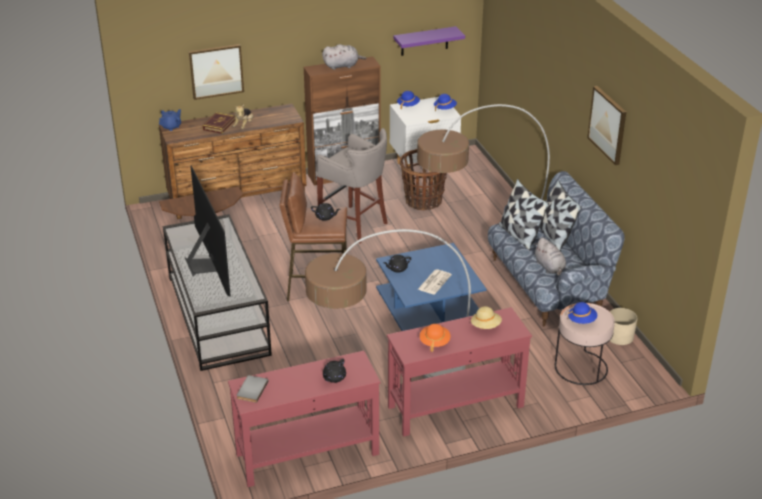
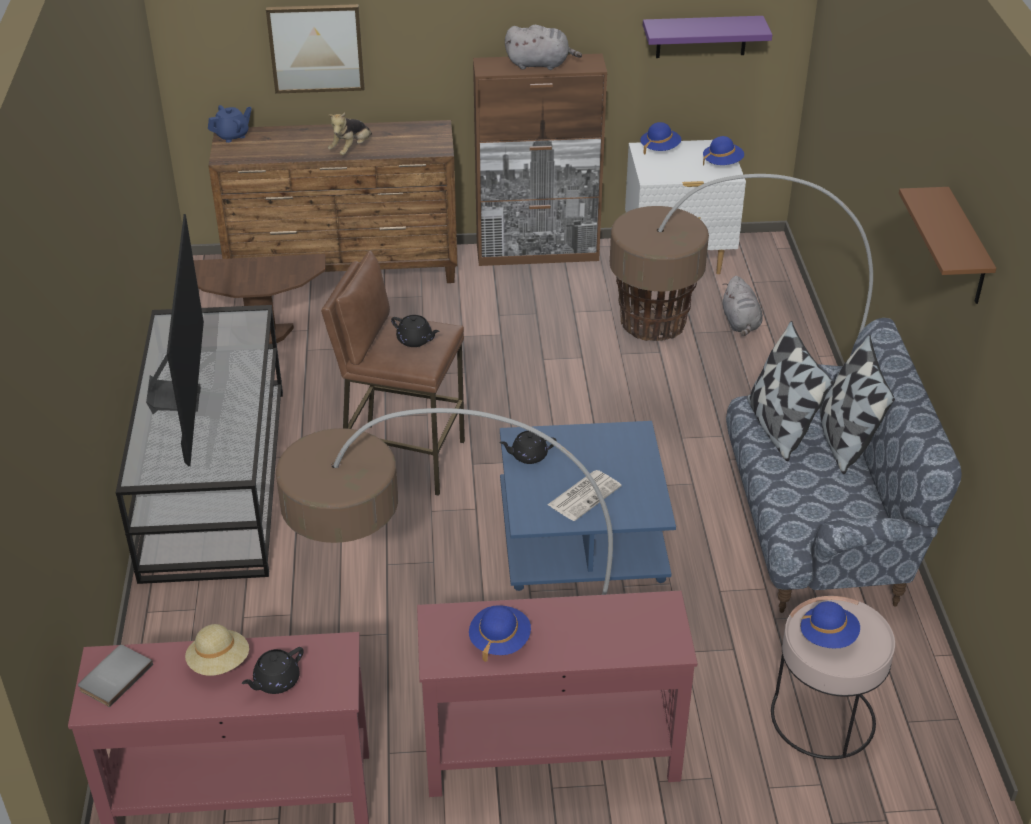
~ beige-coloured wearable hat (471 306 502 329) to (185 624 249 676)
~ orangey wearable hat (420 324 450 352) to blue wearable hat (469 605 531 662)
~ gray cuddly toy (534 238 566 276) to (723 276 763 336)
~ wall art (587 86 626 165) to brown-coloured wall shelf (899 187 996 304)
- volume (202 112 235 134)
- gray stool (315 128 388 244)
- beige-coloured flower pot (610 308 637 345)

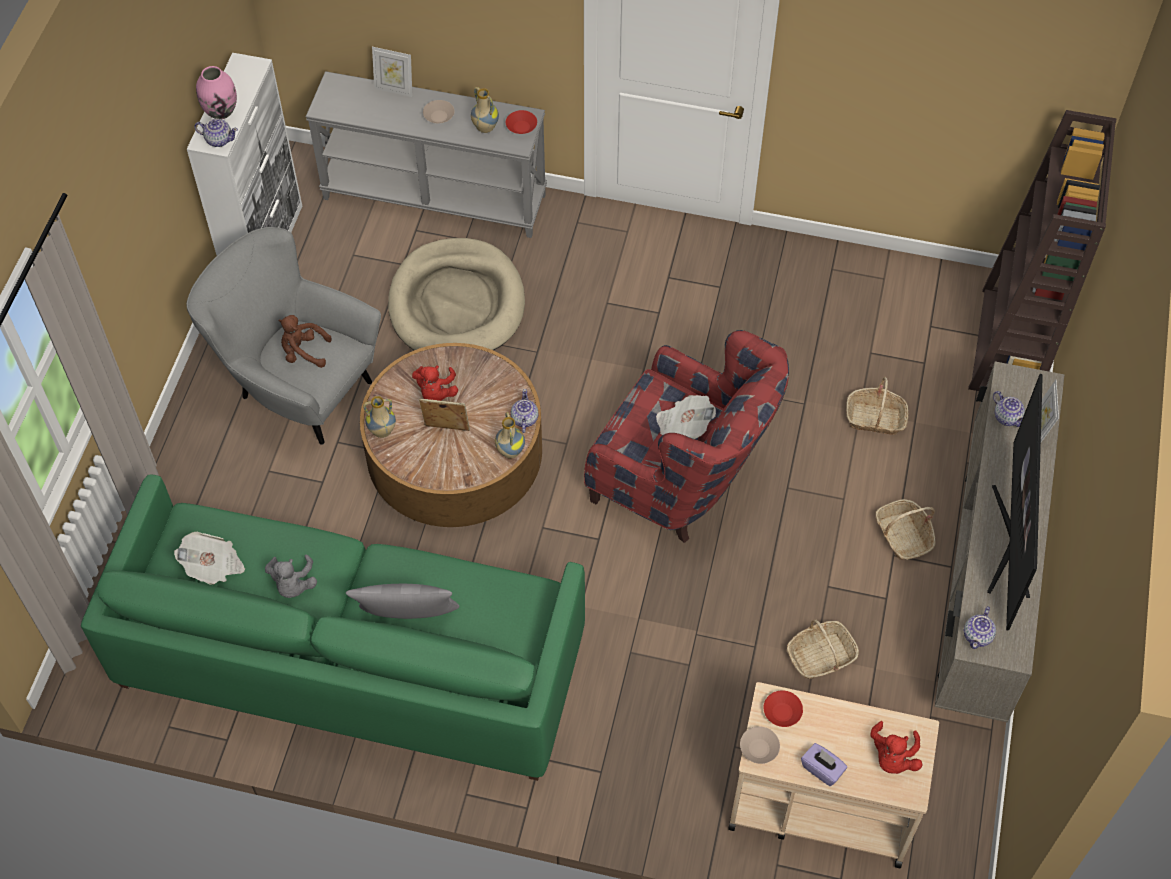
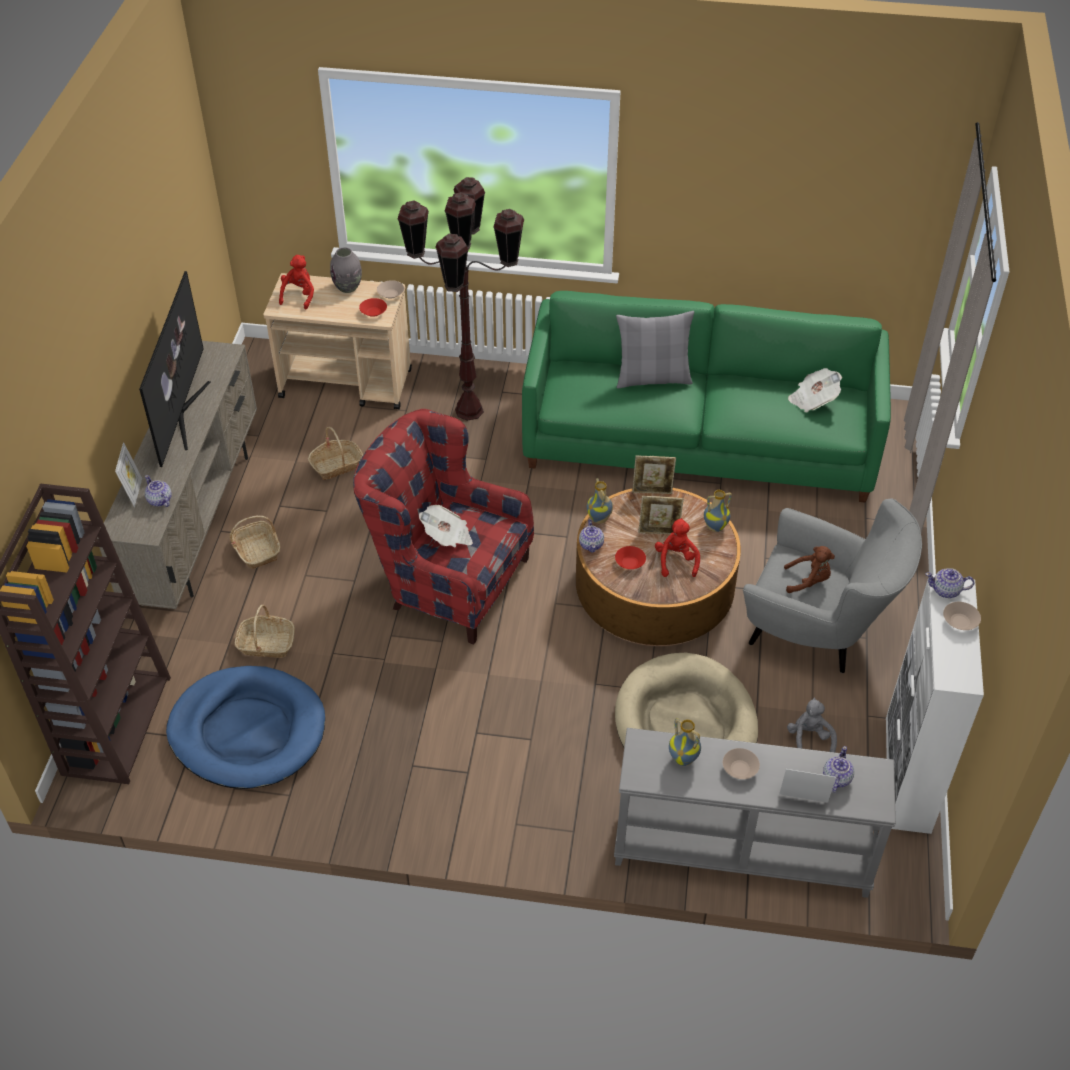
+ blue dog bed (166 666 325 789)
~ purplish tissue holder (801 743 847 786) to gray flower vase (330 247 362 293)
+ brown-coloured standing lamp (398 177 524 421)
~ red-coloured deep dish (506 110 537 134) to (615 546 646 569)
+ picture frame (632 455 676 494)
~ gray cuddly toy (265 554 317 598) to (787 698 837 752)
~ tea pot (964 606 996 649) to (823 746 854 793)
~ pinkish flower vase (196 66 237 119) to beige-coloured deep dish (943 602 981 630)

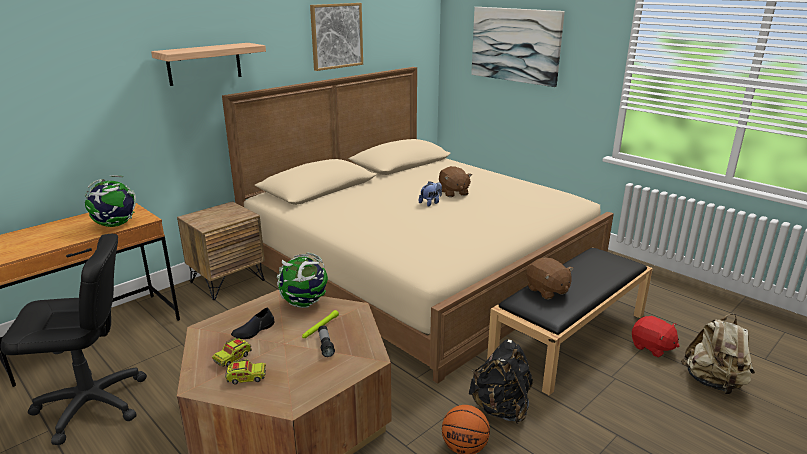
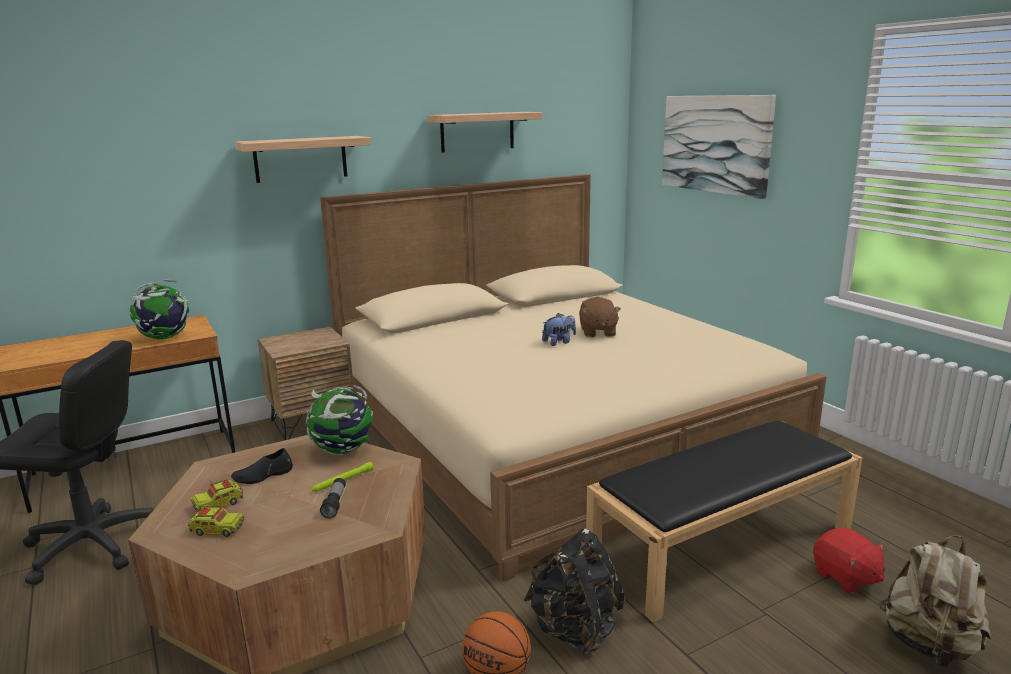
~ wall art (310 3 363 71) to wall shelf (427 112 542 153)
- brown-coloured cuddly toy (526 257 573 300)

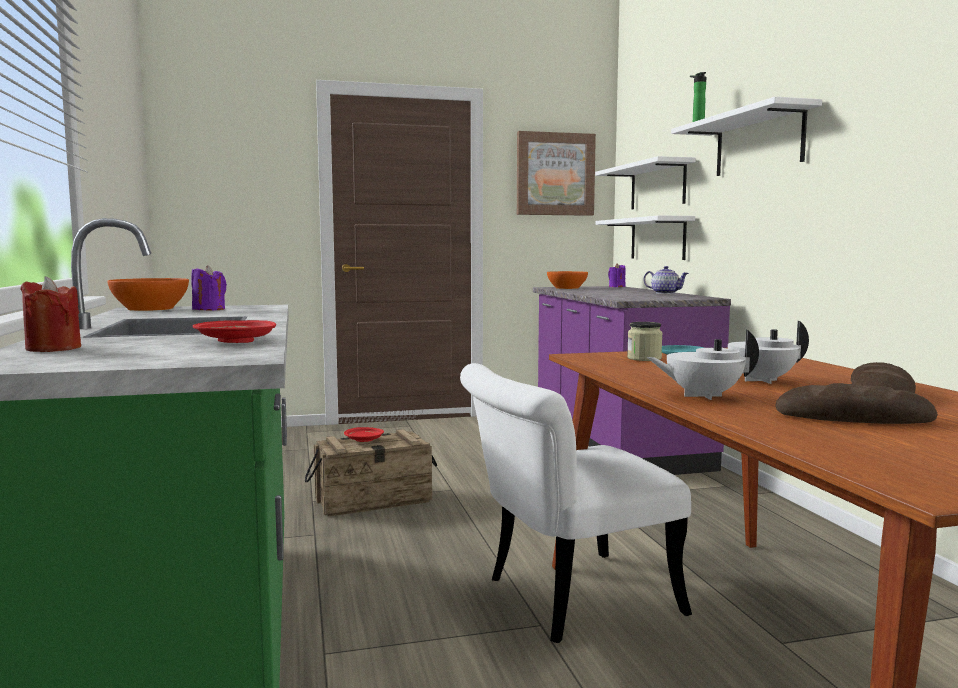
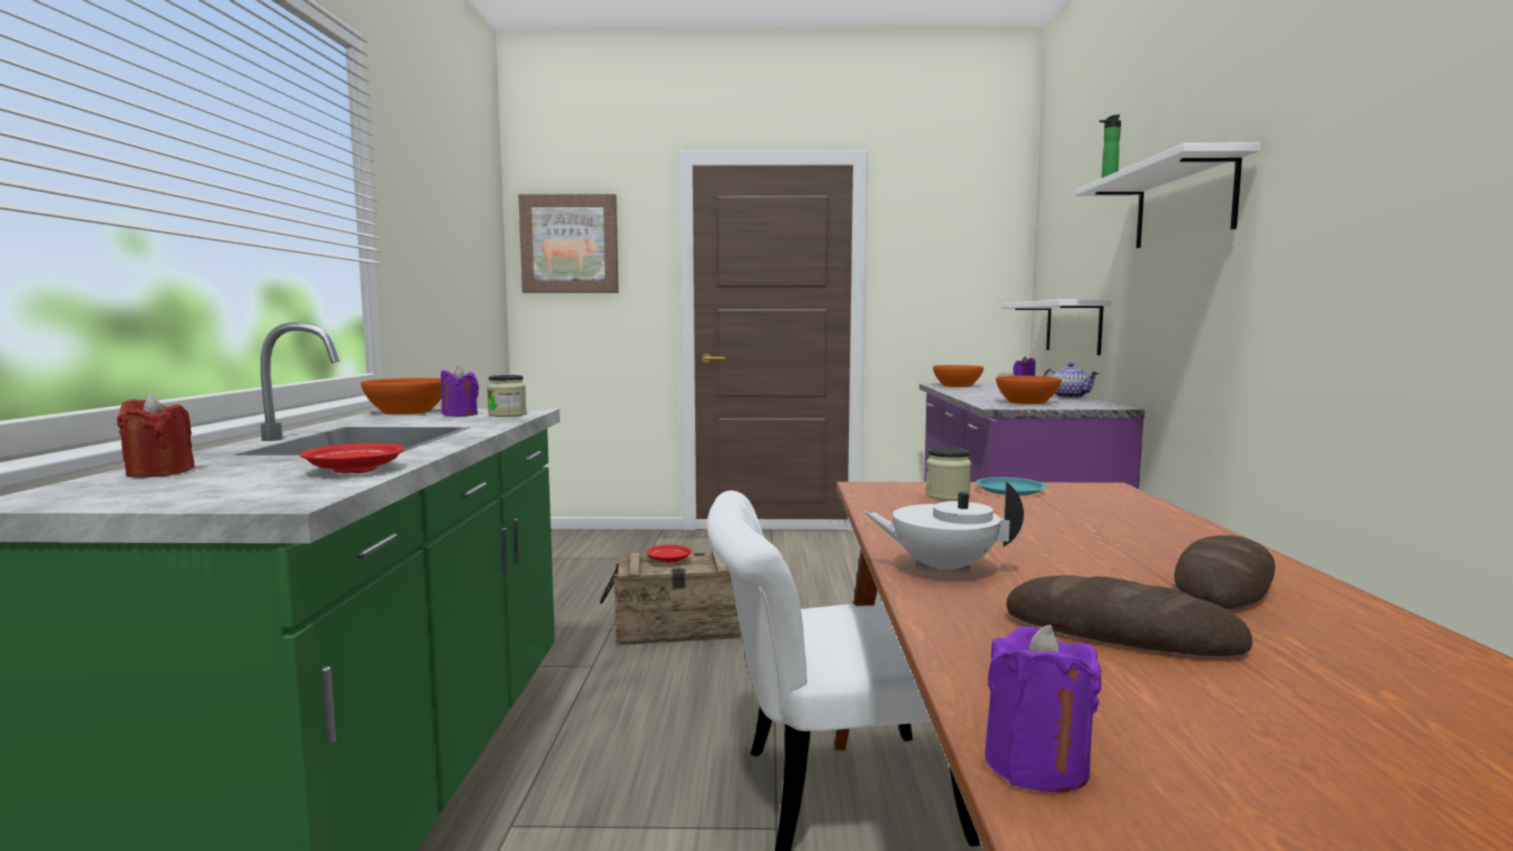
+ jar (487 375 527 417)
~ wall art (517 131 596 216) to (518 194 619 293)
+ purplish wax light (985 625 1102 793)
+ orangey deep dish (996 376 1061 404)
- white-coloured wall shelf (595 156 695 209)
- white-coloured tea pot (713 321 809 384)

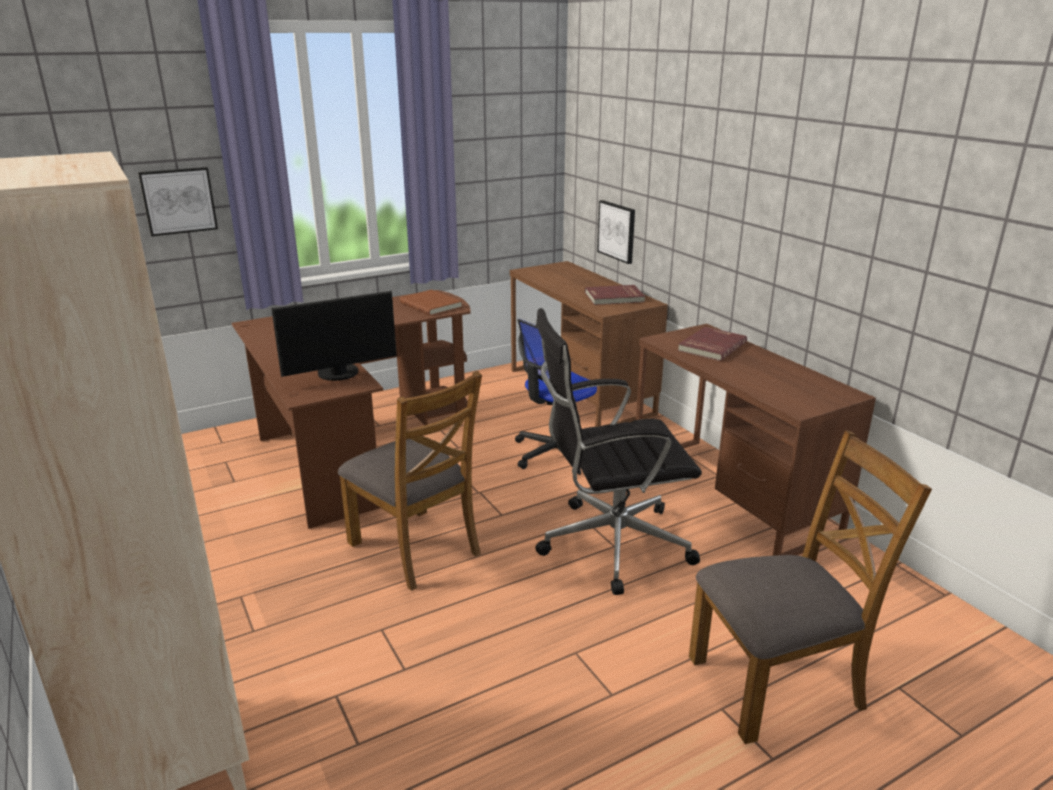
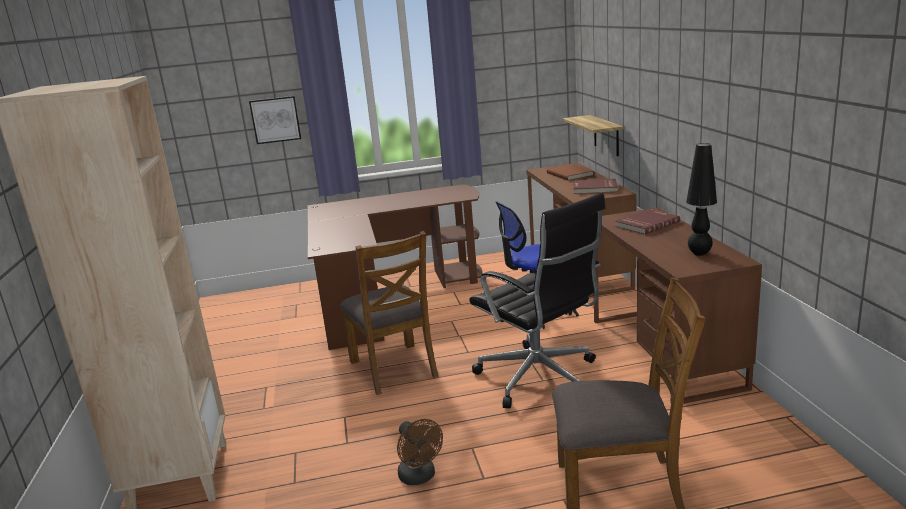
+ brown-coloured cooling fan (397 419 443 485)
~ black desk chair (535 308 702 595) = (470 192 606 408) 135 degrees counterclockwise
~ brown-coloured volume (400 289 462 316) to (547 164 594 181)
~ wall art (597 200 635 264) to wall shelf (563 115 624 156)
+ black lamp for a table (686 143 717 256)
- monitor (271 291 397 381)

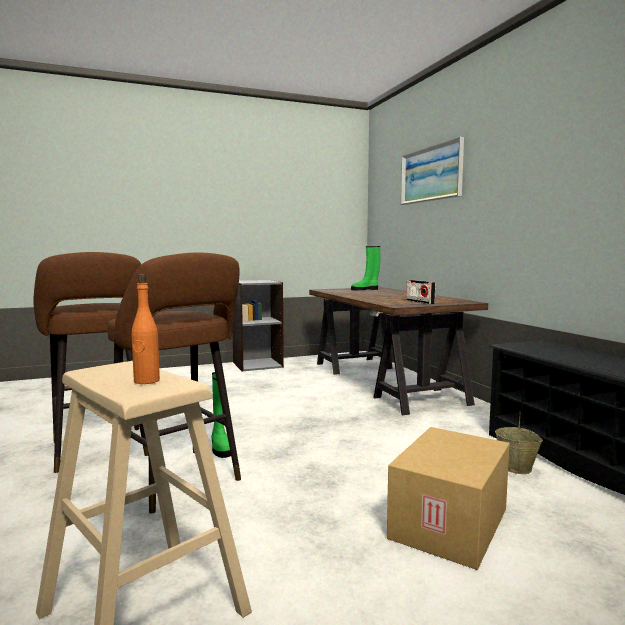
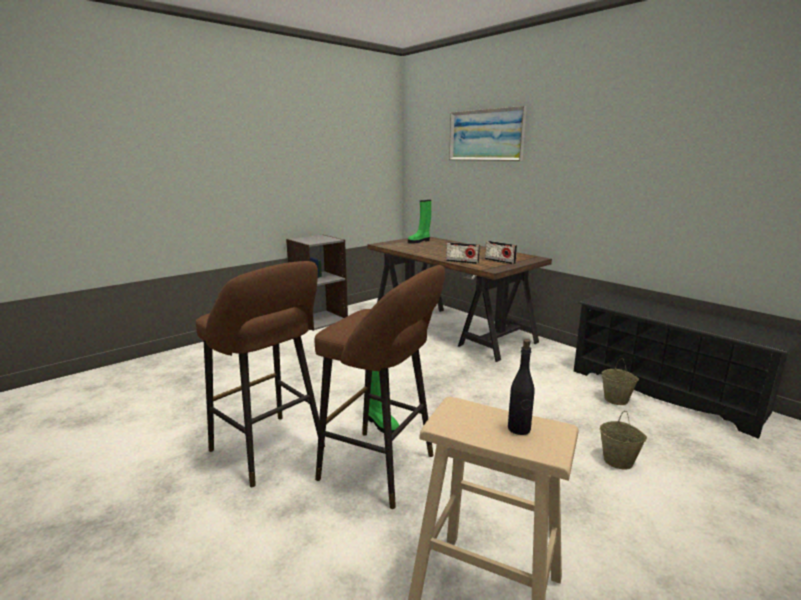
+ radio set (446 242 480 264)
~ orangey drink bottle (132 274 160 384) to black drink bottle (508 339 535 435)
~ packing box (387 427 510 570) to beige-coloured water bucket (600 411 647 470)

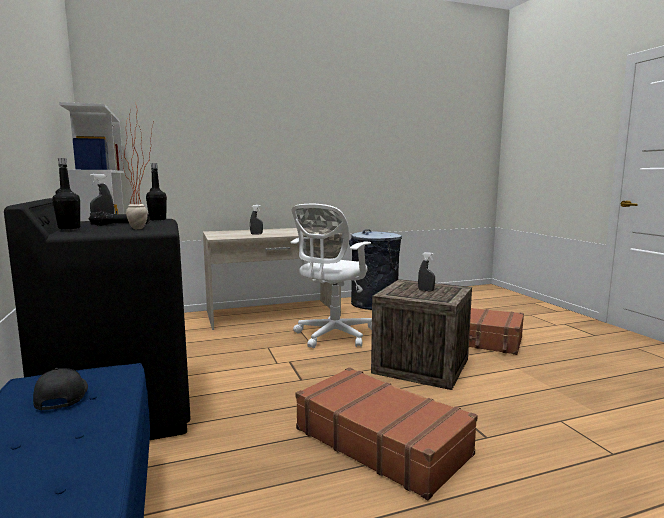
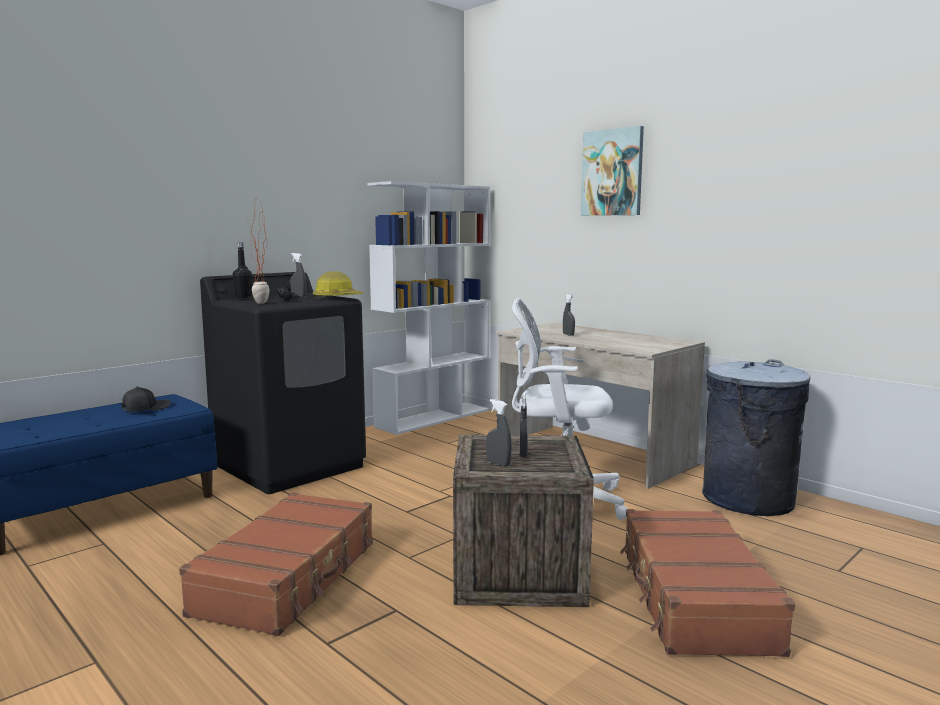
~ black drink bottle (146 163 167 221) to safety helmet (313 271 363 300)
+ gray hand sprayer (486 399 512 467)
+ wall art (581 126 644 216)

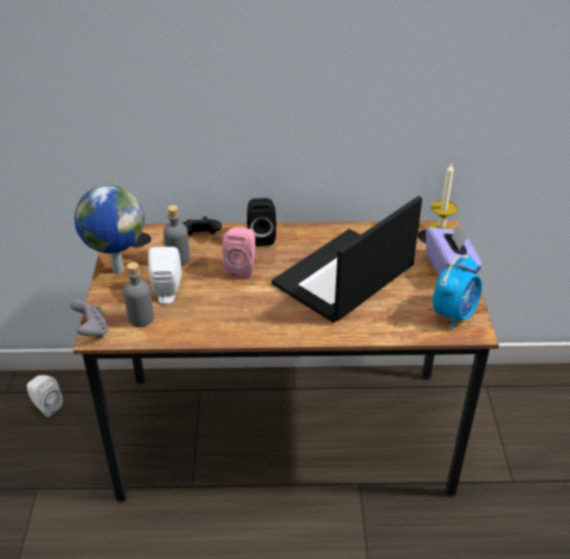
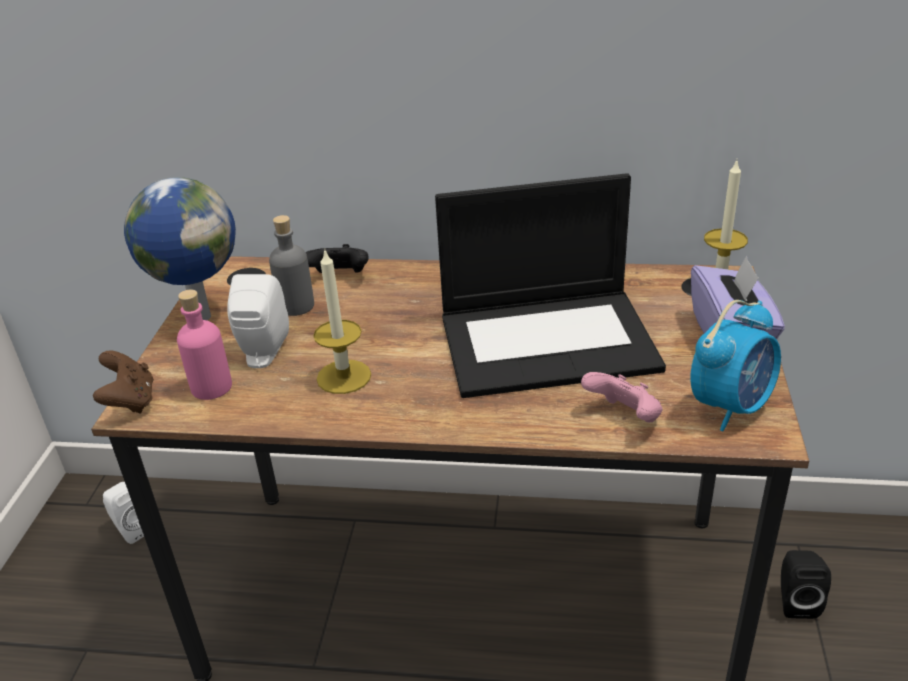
~ gray gamepad (70 300 108 339) to brown-coloured gamepad (93 350 154 413)
~ gray drink bottle (123 262 154 327) to pinkish drink bottle (177 290 232 400)
+ wax light (313 248 371 394)
~ notebook computer (271 196 422 323) = (435 173 666 398) 150 degrees counterclockwise
+ pinkish gamepad (581 372 663 423)
~ black audio speaker (247 198 276 246) to (781 550 831 619)
- pinkish audio speaker (222 227 255 278)

